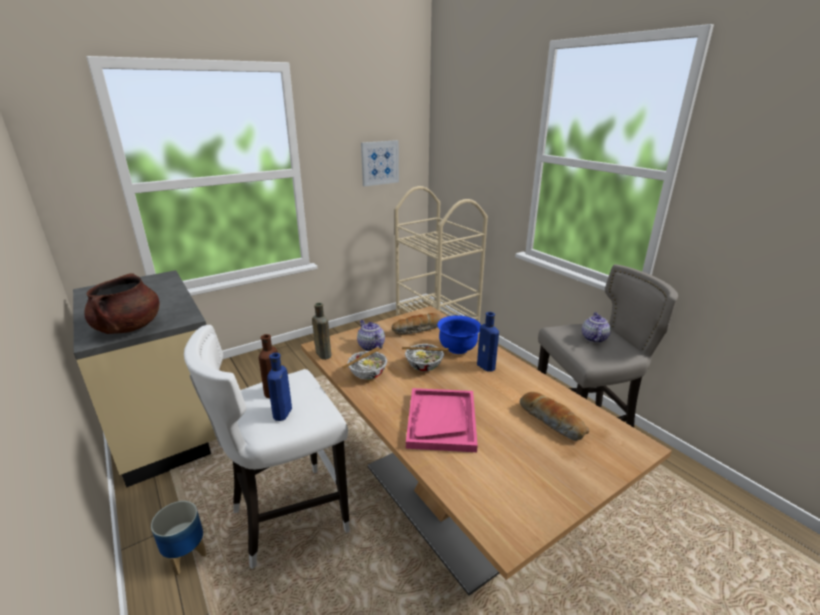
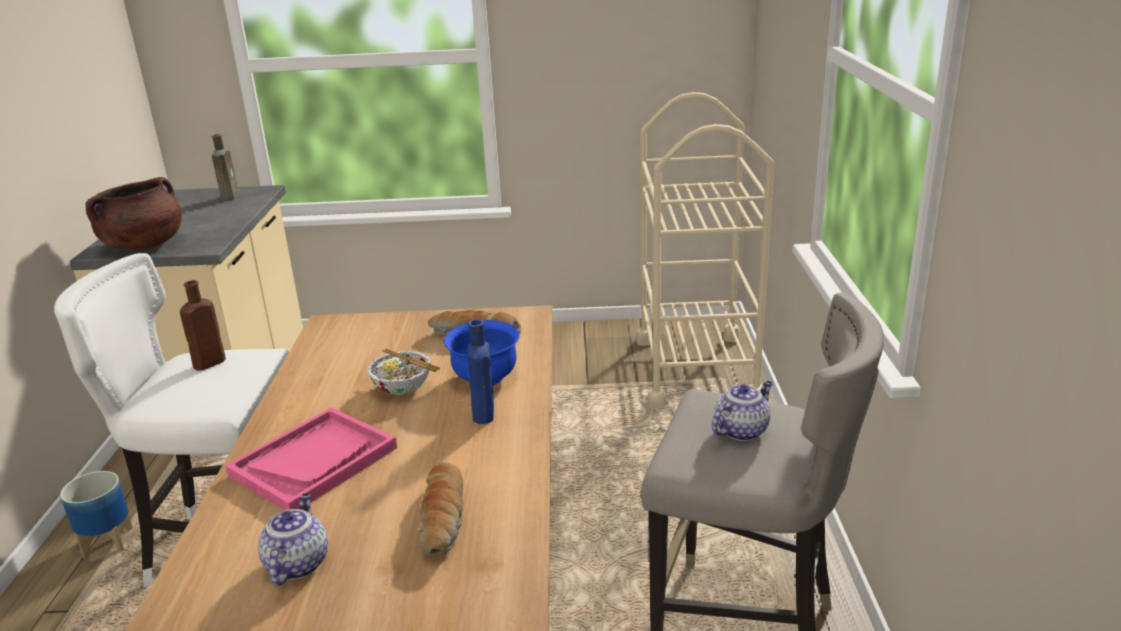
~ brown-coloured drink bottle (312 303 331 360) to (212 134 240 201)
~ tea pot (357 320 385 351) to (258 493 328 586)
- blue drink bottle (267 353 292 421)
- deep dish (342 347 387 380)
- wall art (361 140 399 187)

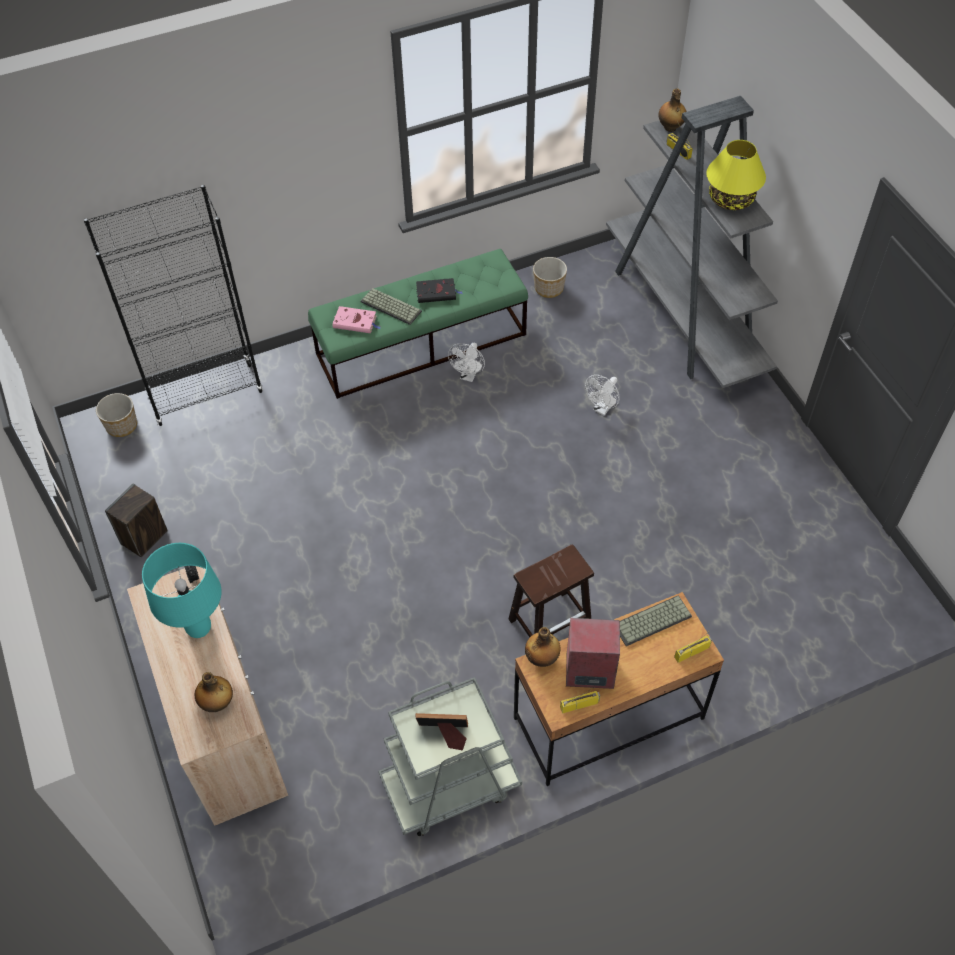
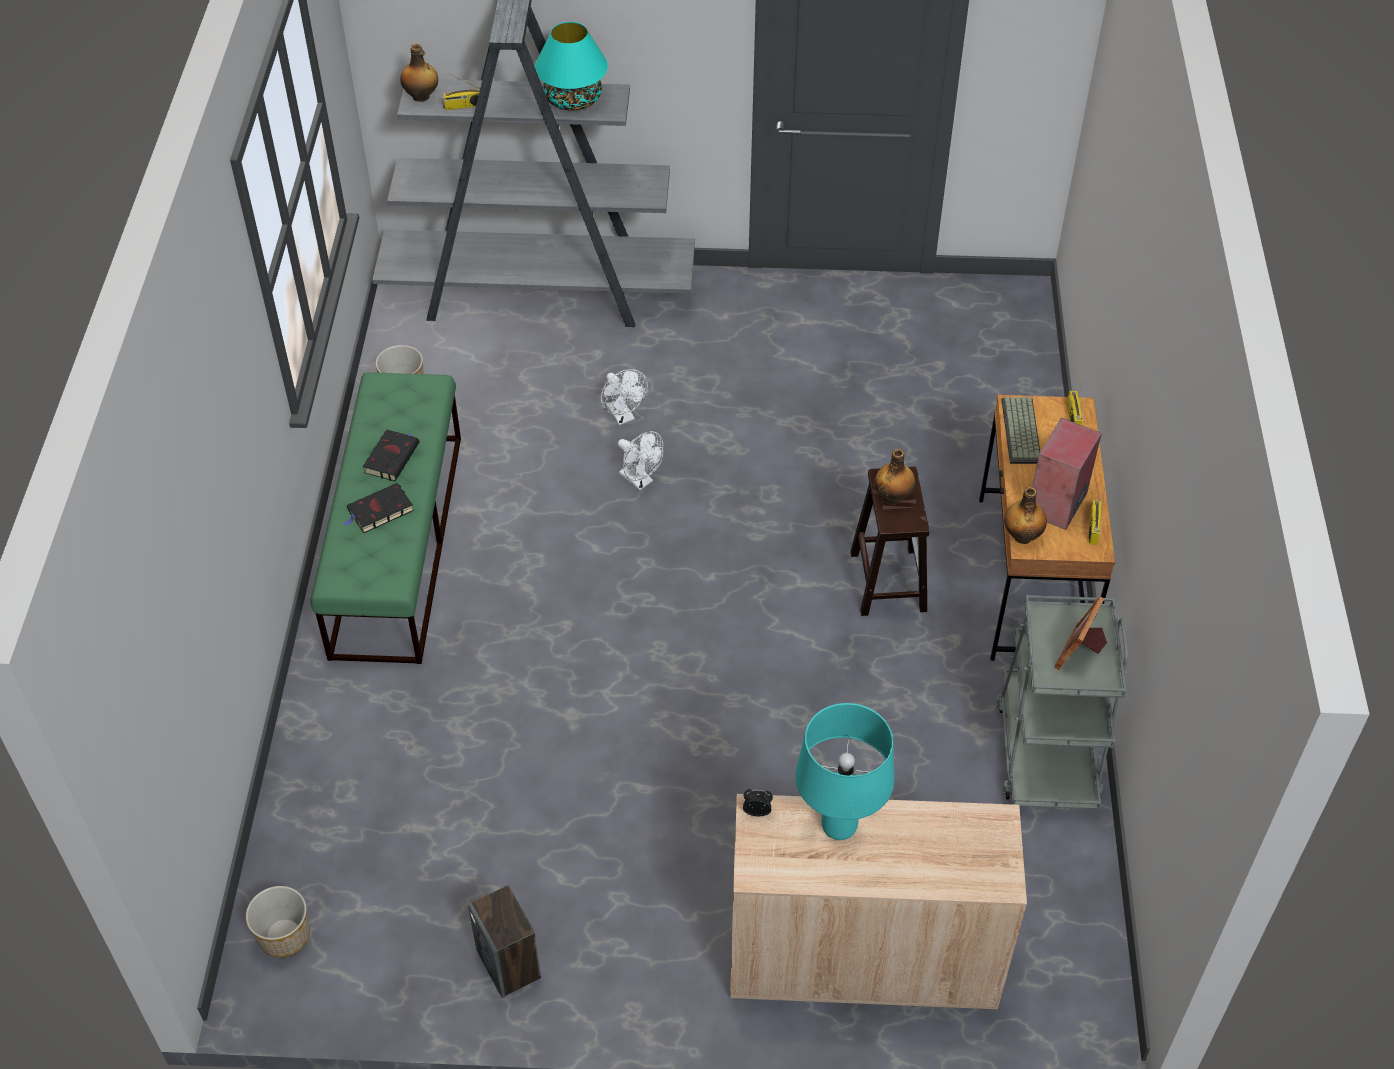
~ keyboard (360 288 422 325) to black volume (344 483 414 533)
~ yellow lamp for a table (706 140 766 210) to turquoise-coloured lamp for a table (535 22 608 111)
~ white-coloured cooling fan (448 343 485 382) to (618 431 663 490)
~ drink bottle (194 672 233 712) to (875 449 915 504)
- black shelving unit (84 185 263 426)
- pinkish volume (333 306 380 333)

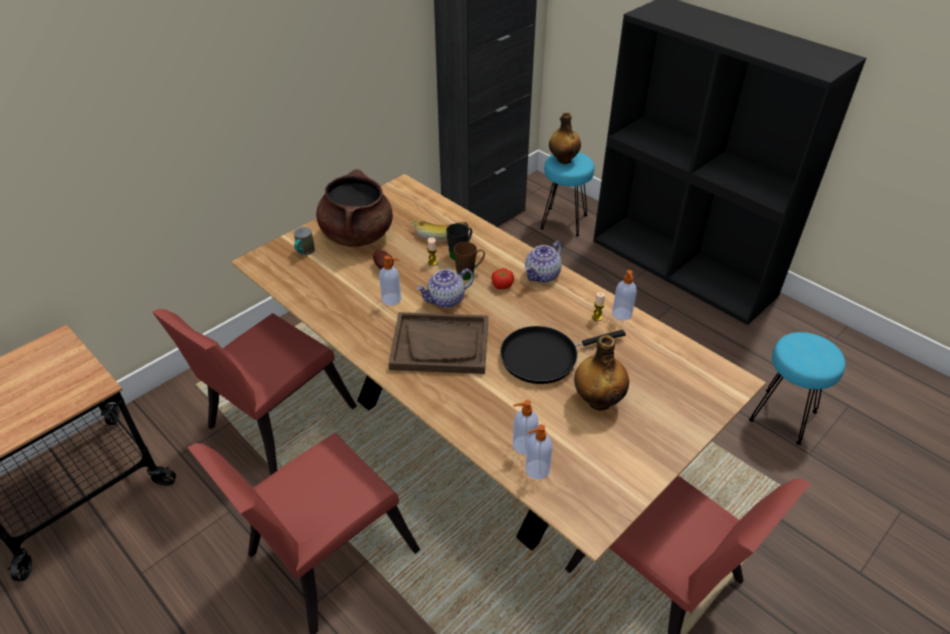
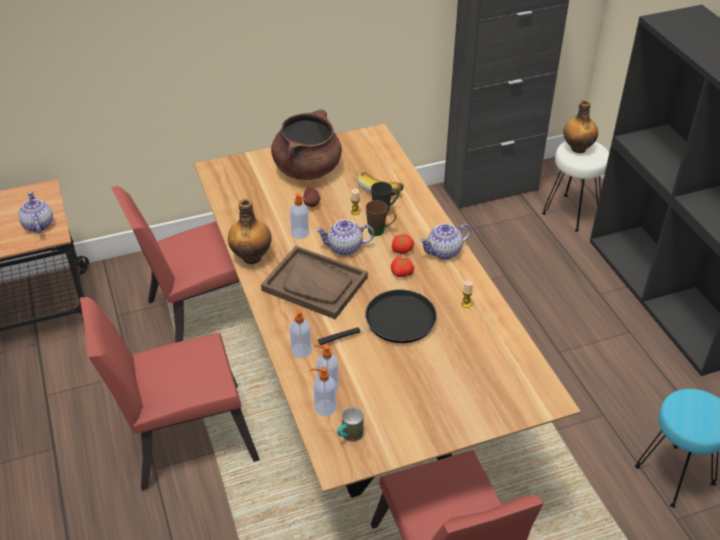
+ tea pot (18 191 53 234)
~ drink bottle (574 335 629 411) to (228 199 271 264)
~ soap dispenser (612 270 637 320) to (290 310 312 358)
~ black skillet (500 326 626 384) = (318 290 437 345) 150 degrees clockwise
~ coffee mug (294 227 315 256) to (337 407 363 442)
+ whole tomato (391 257 414 277)
~ turquoise-coloured stool (540 153 594 236) to white-coloured stool (542 141 609 232)

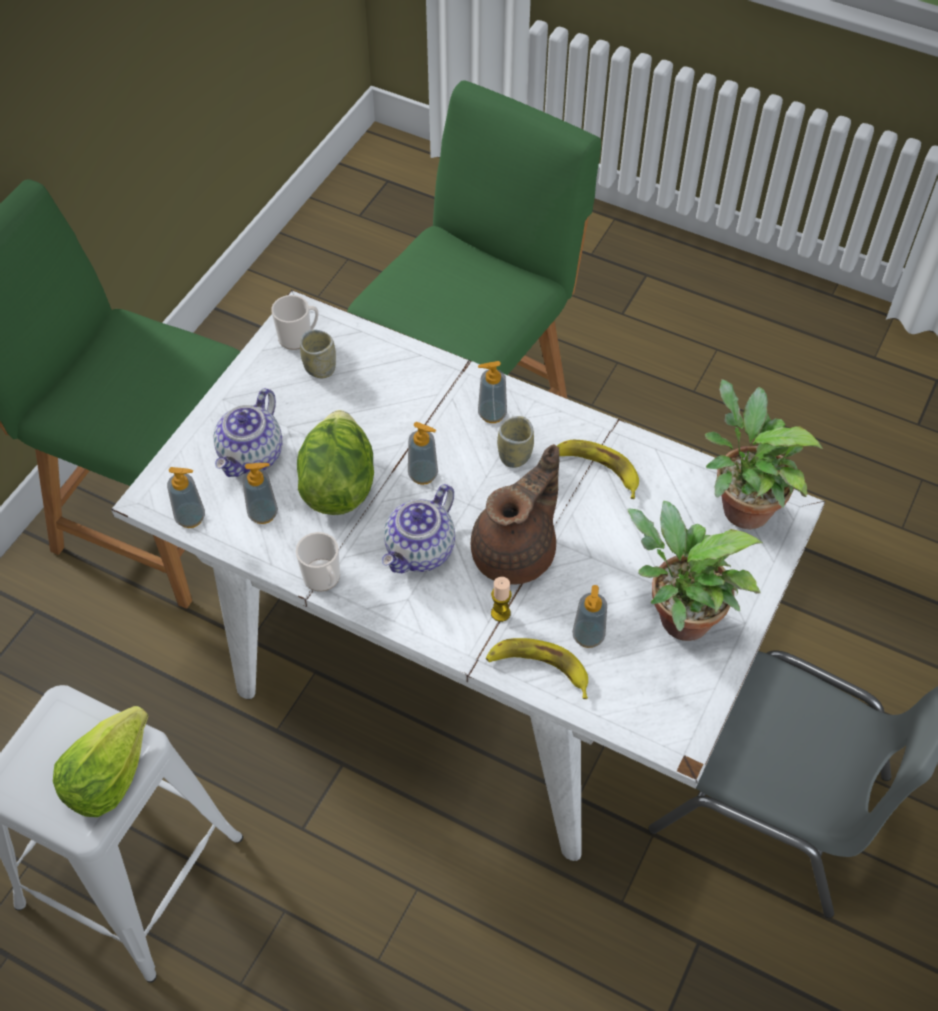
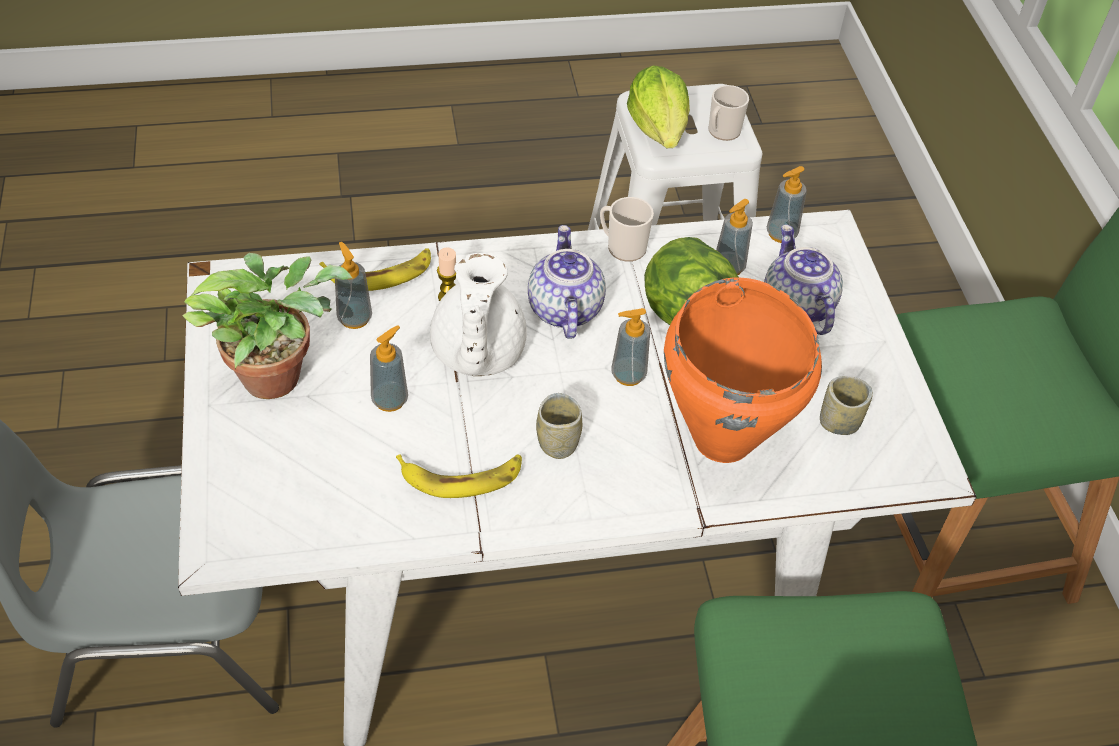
~ soap dispenser (478 361 507 423) to (370 325 408 412)
~ brown-coloured tea pot (471 444 559 585) to white-coloured tea pot (430 253 527 376)
+ orangey stockpot (664 277 822 463)
~ coffee mug (271 295 318 350) to (708 85 749 141)
- plant in a pot (705 379 823 529)

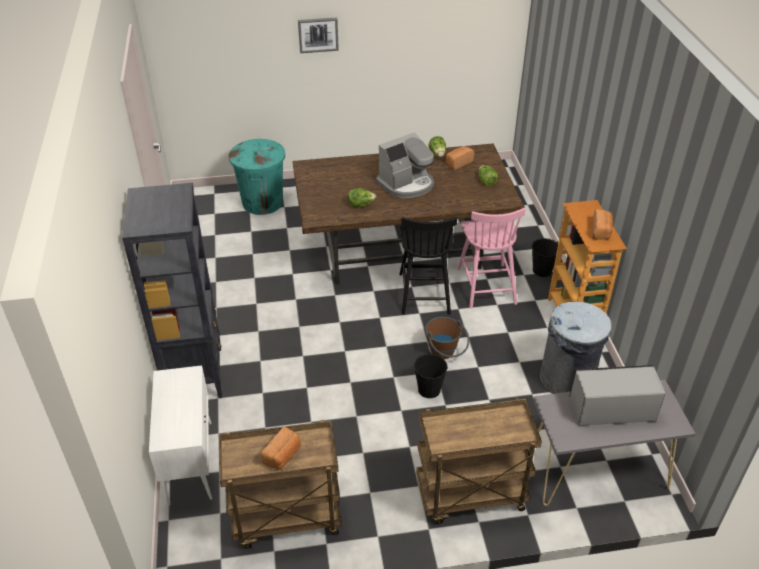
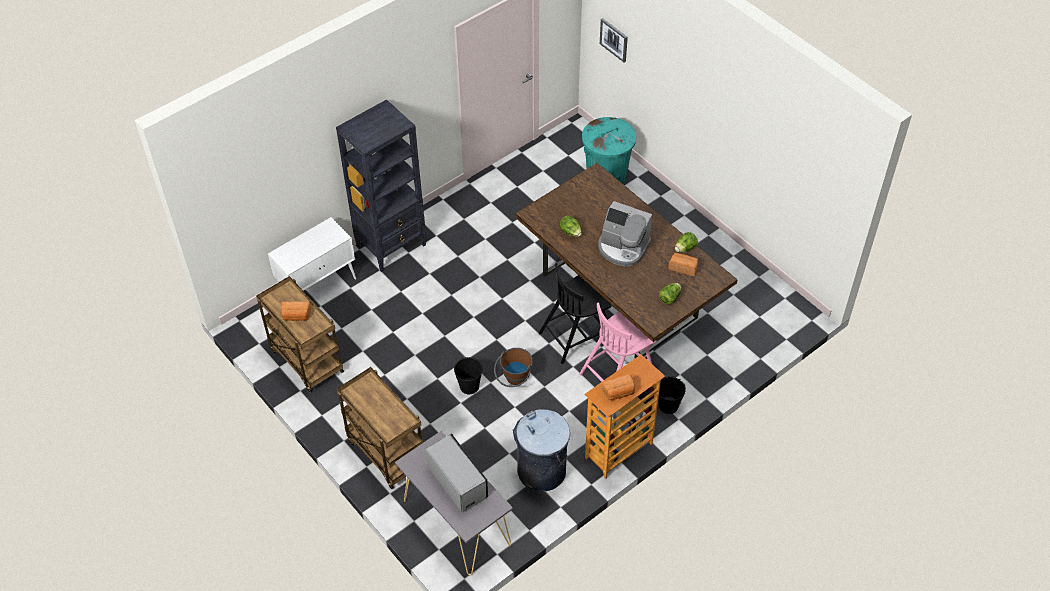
~ wall art (298 18 339 53) to (600 18 628 62)

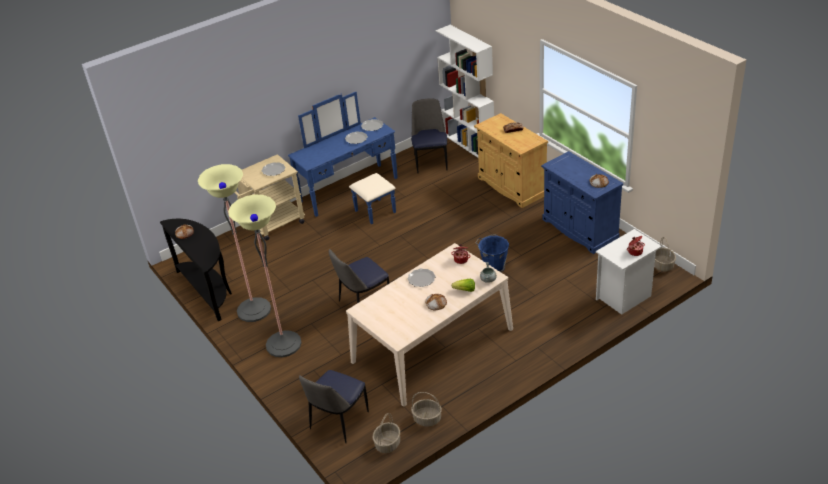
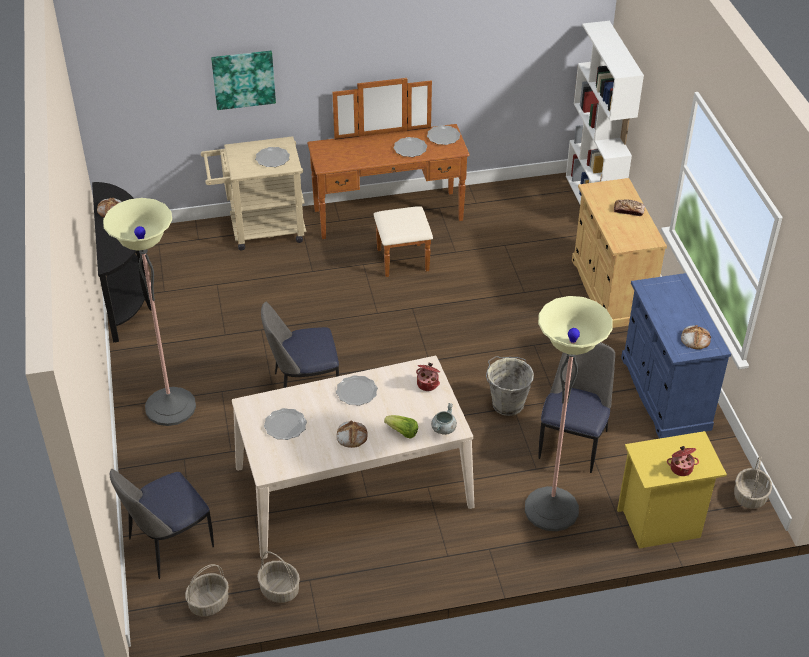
+ wall art (211 51 276 110)
+ plate (264 408 307 440)
~ blue dresser (288 92 398 224) to brown-coloured dresser (307 78 469 277)
~ blue water bucket (475 234 509 272) to gray water bucket (486 356 534 416)
~ standing lamp (198 164 271 322) to (525 296 613 531)
~ chair (411 99 448 173) to (538 342 615 473)
~ white-coloured bedside table (596 229 662 315) to yellow bedside table (617 431 727 549)

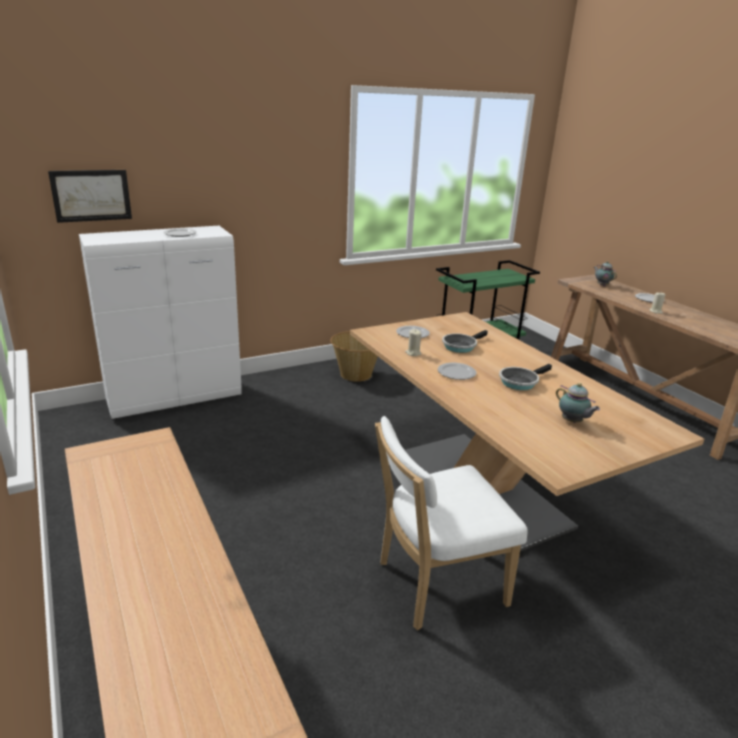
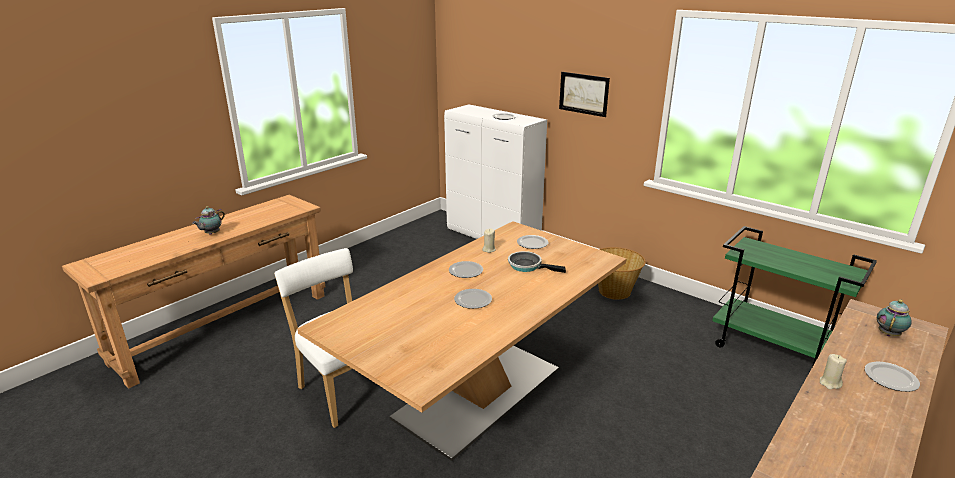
~ tea pot (556 383 600 423) to (192 206 225 235)
~ skillet (499 364 552 390) to plate (454 289 492 309)
~ wall art (48 170 132 223) to (559 72 610 117)

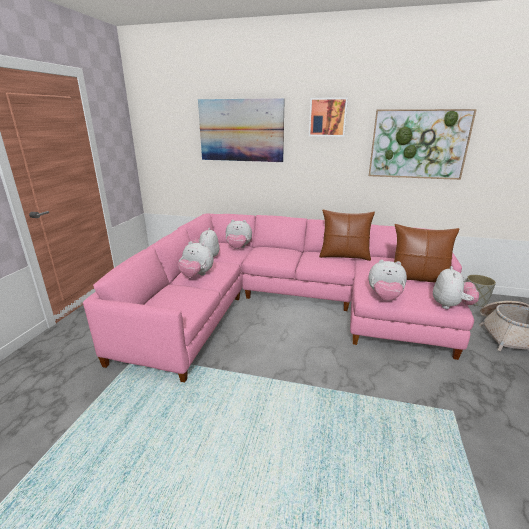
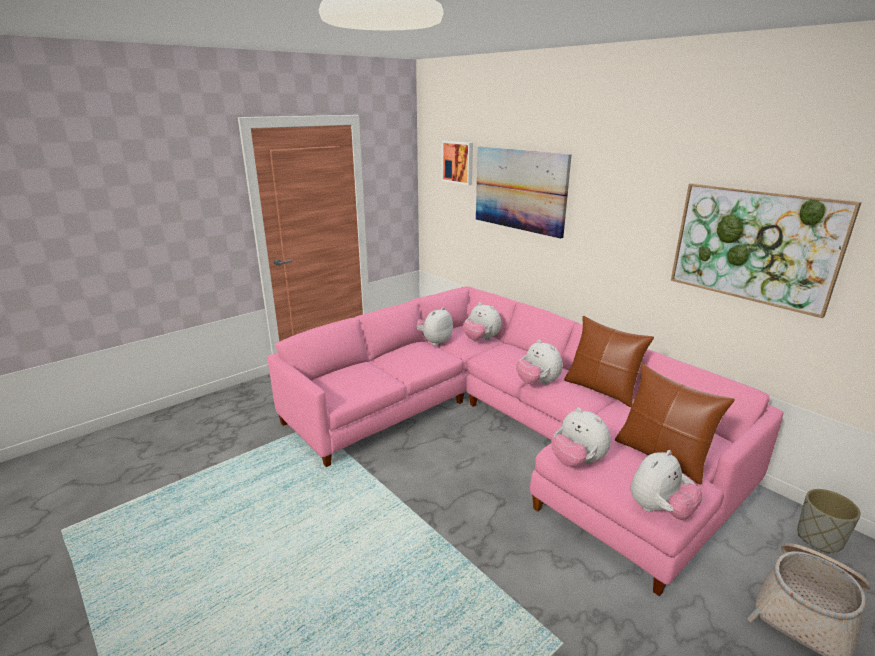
~ wall art (309 97 348 137) to (442 141 473 185)
~ cuddly toy (178 241 214 278) to (516 339 563 385)

